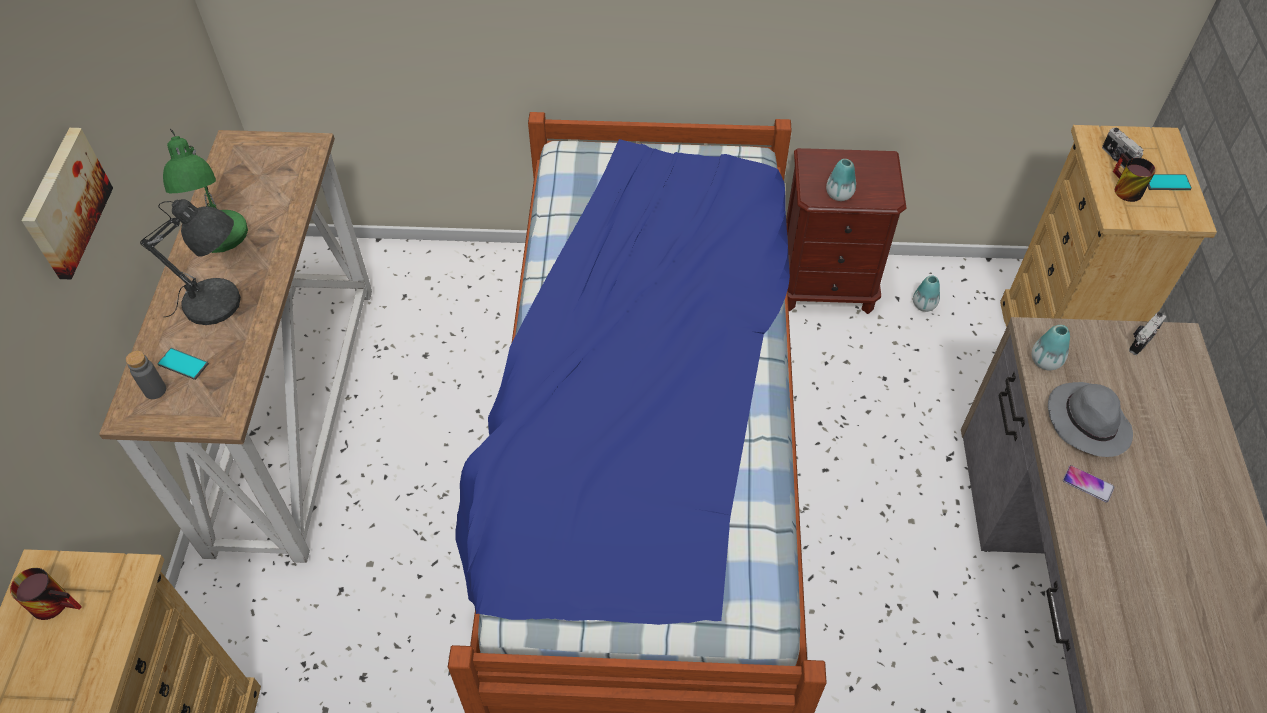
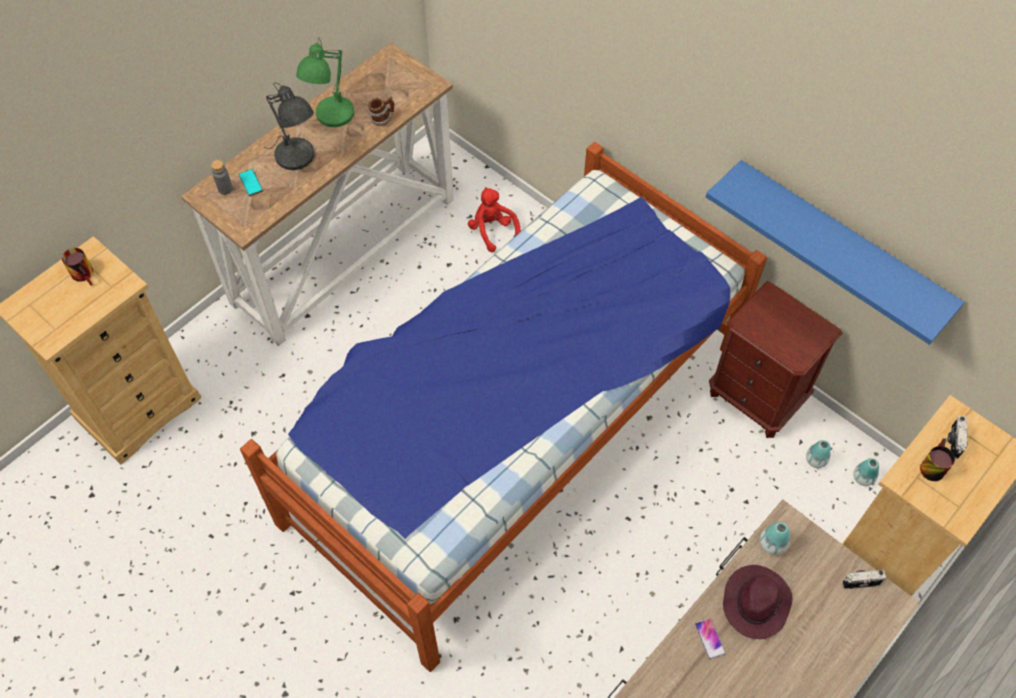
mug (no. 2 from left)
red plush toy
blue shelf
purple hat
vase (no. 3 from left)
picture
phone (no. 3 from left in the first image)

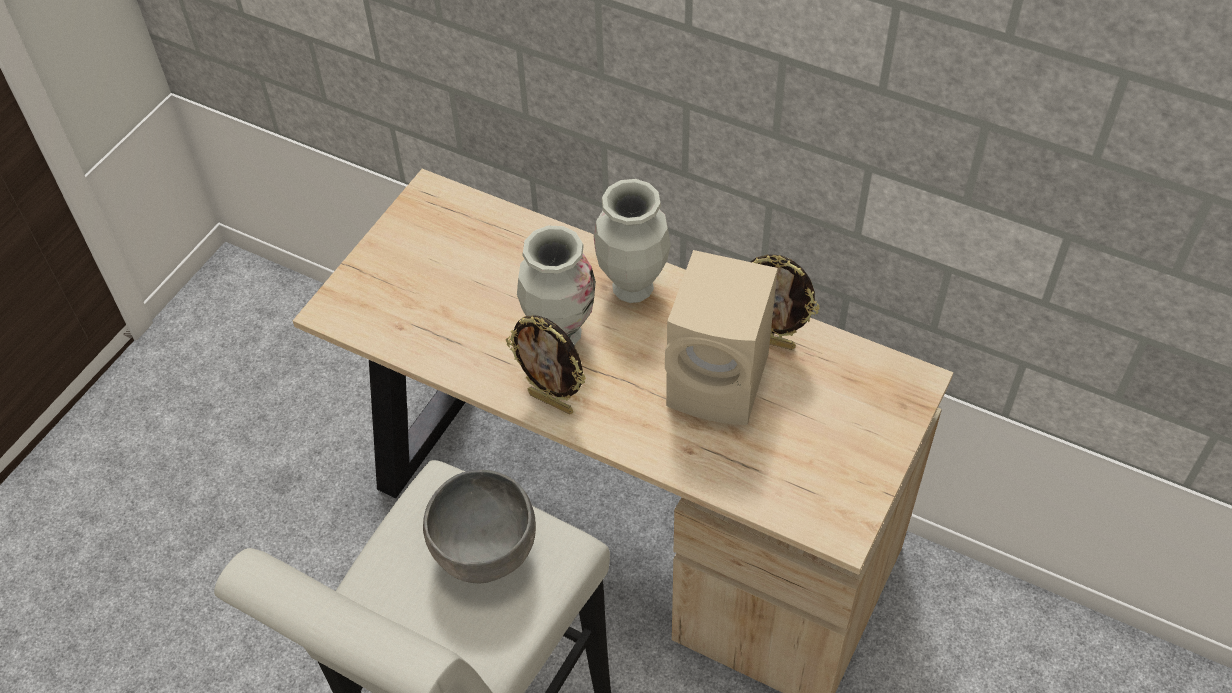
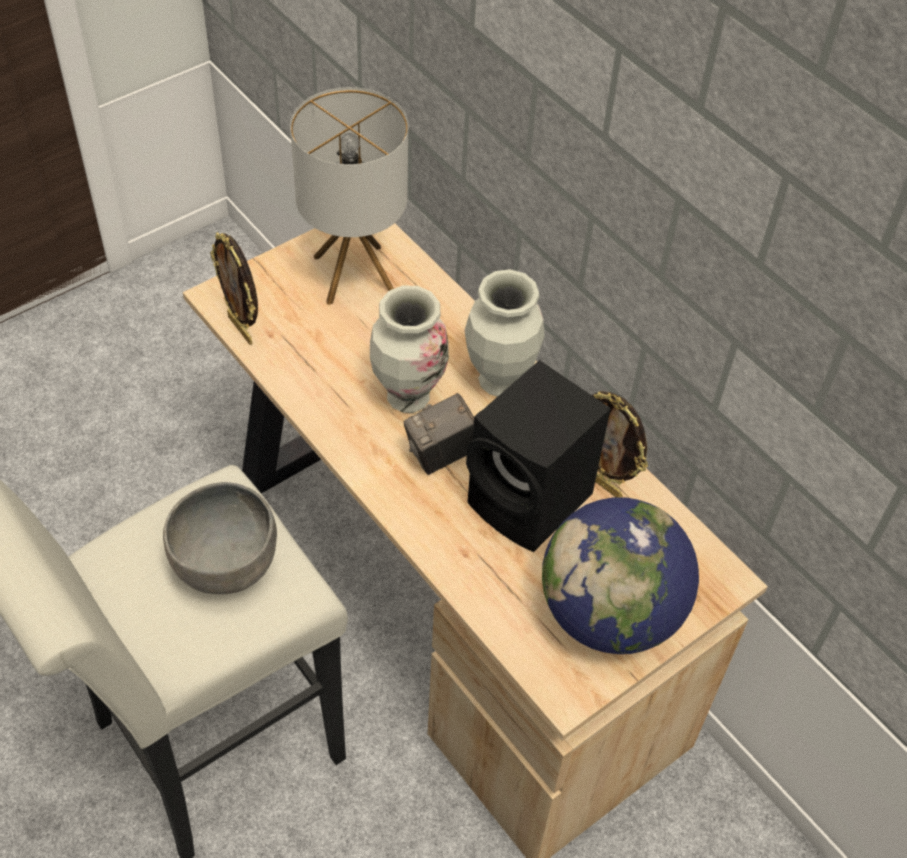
picture frame (no. 1 from left)
table lamp
photo camera
black speaker
globe

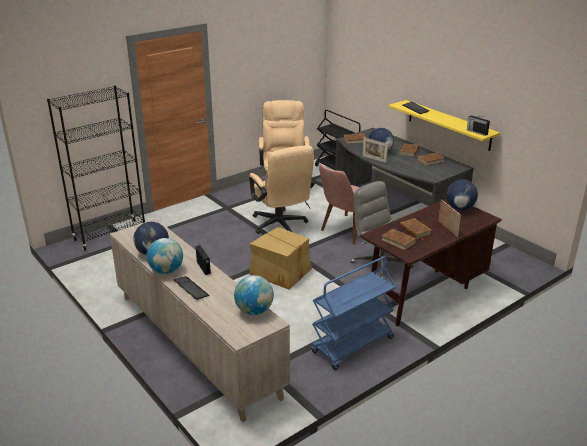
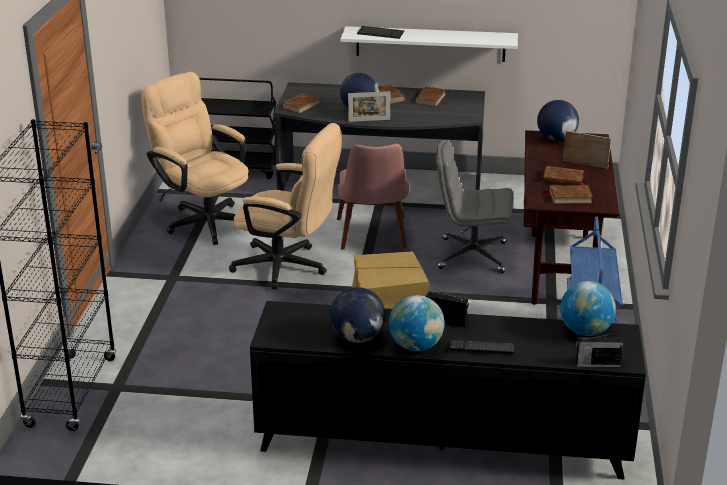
black cabinet
white shelf
radio (no. 2 from left)

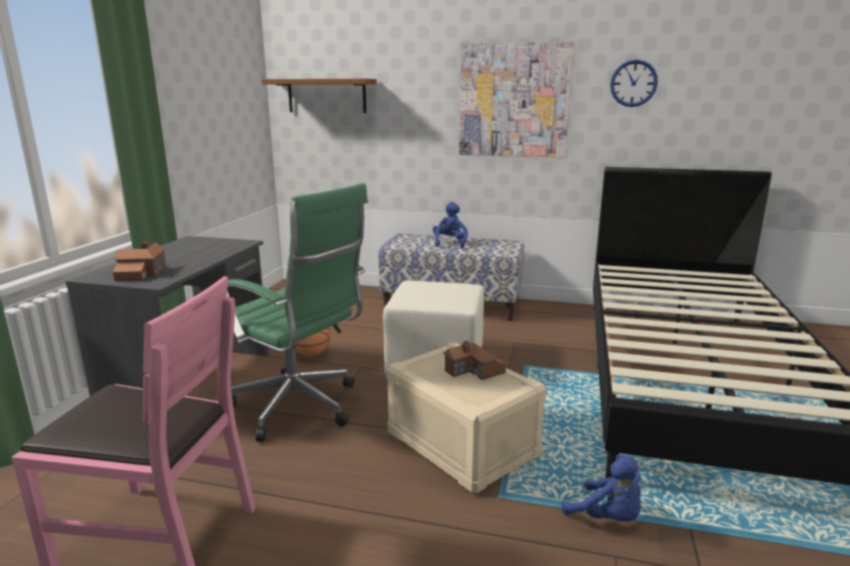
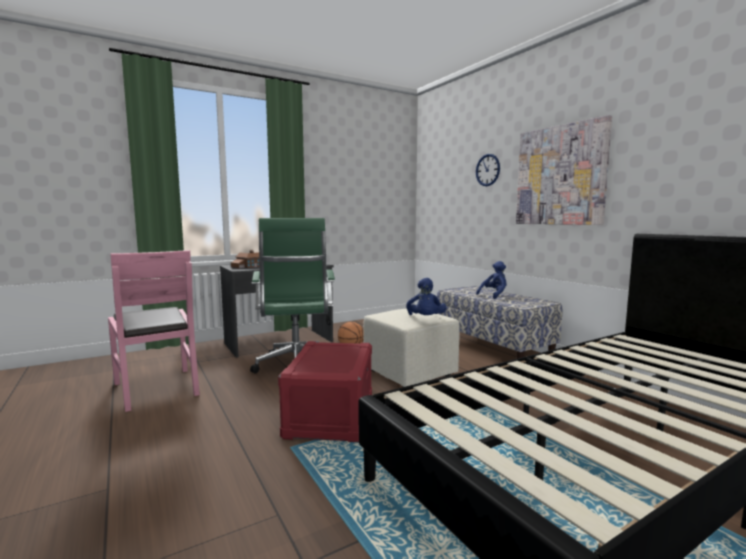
red storage box
blue plush toy (no. 1 from left)
wall clock
brown shelf
toy house (no. 2 from left in the first image)

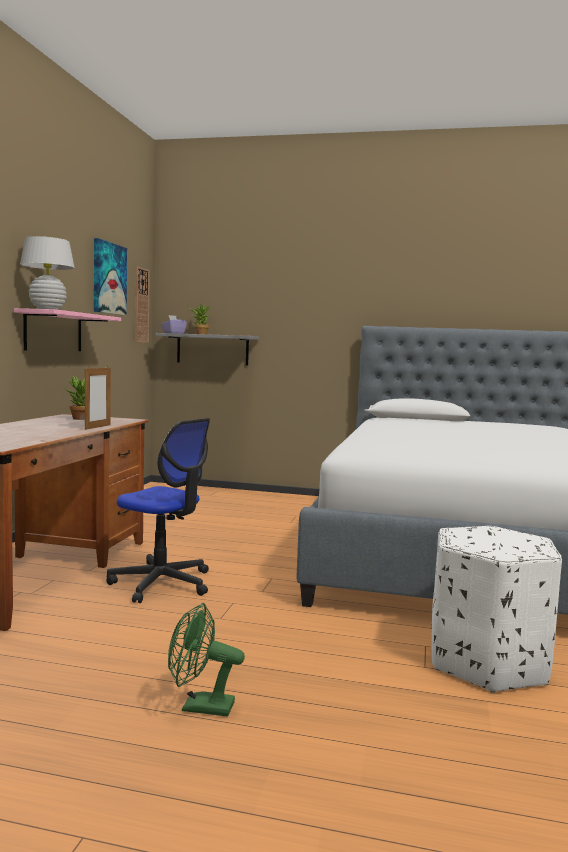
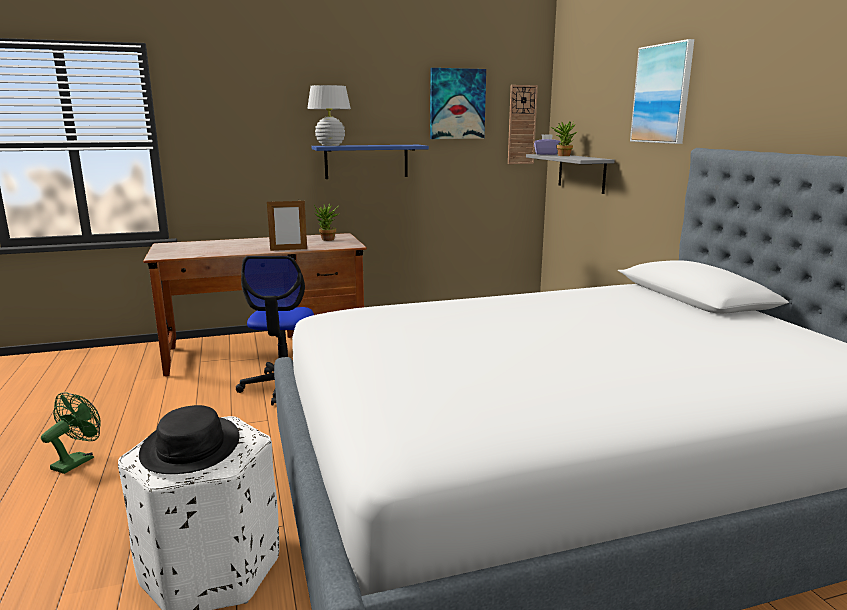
green fan
black hat
blue shelf
picture (no. 2 from left)

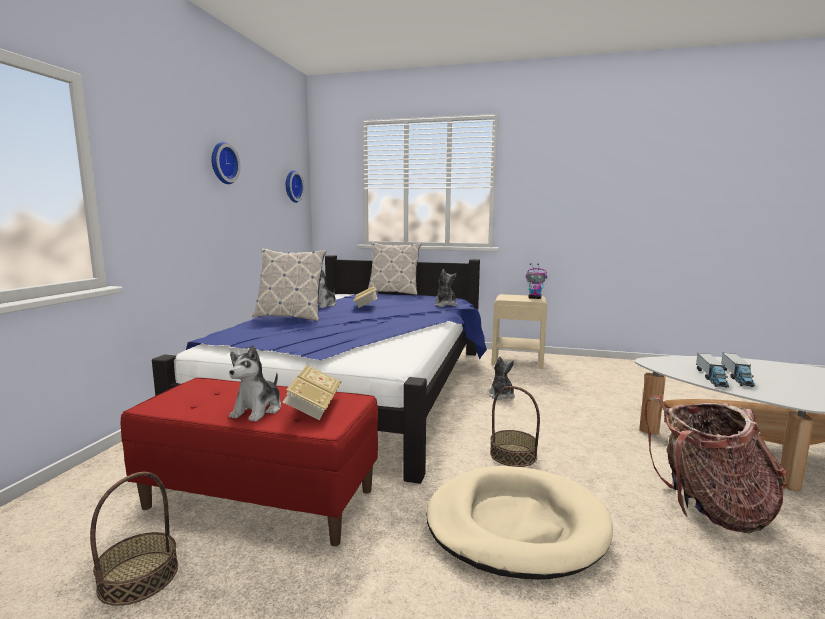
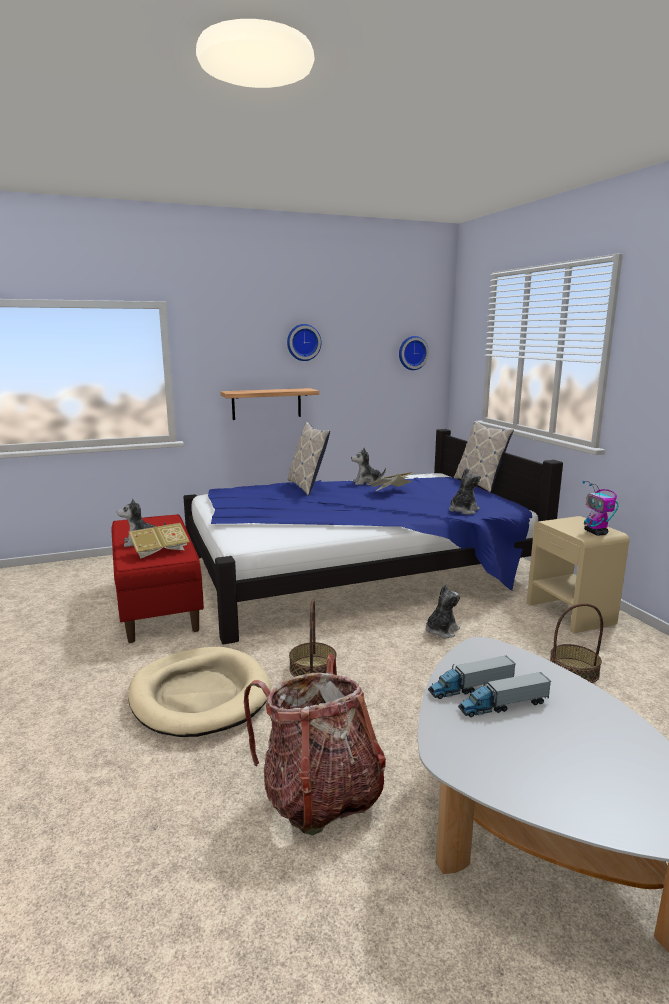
shelf
basket (no. 2 from left)

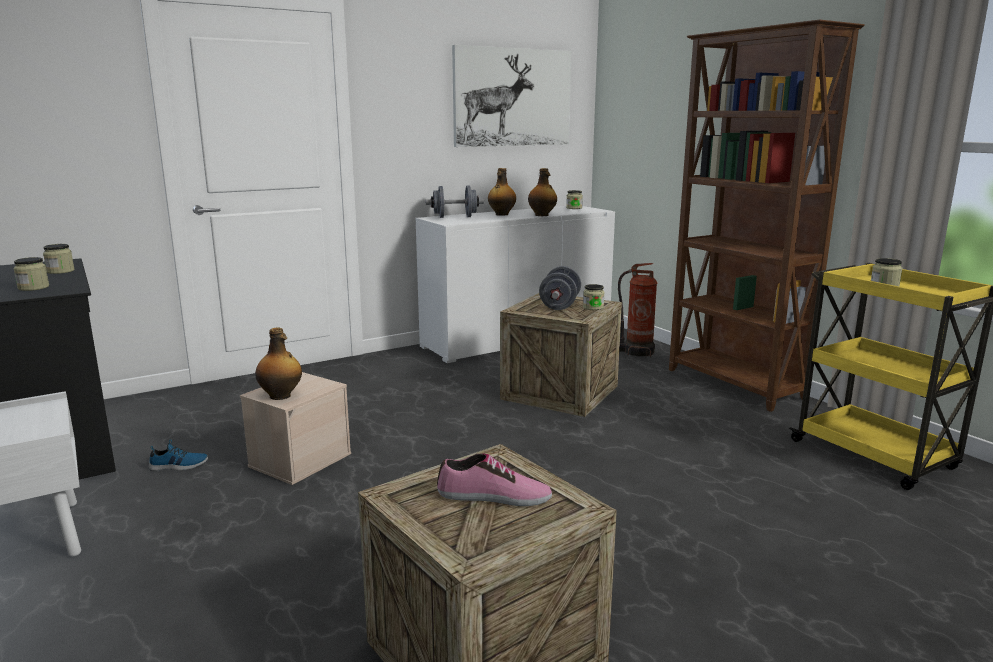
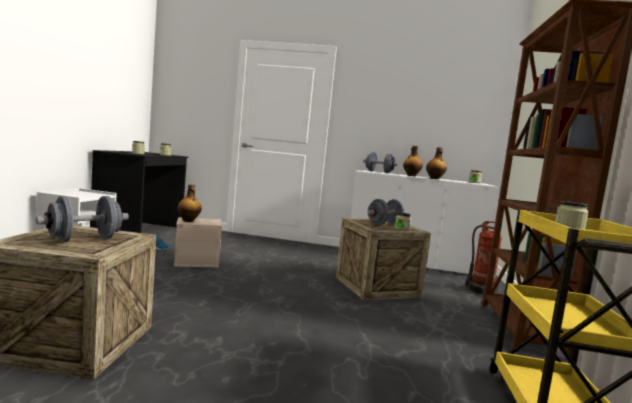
grey dumbbell (no. 1 from left)
picture

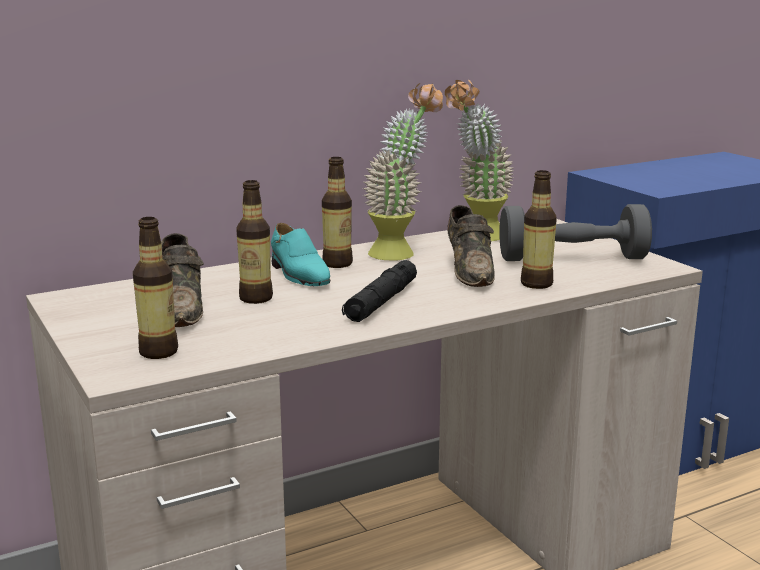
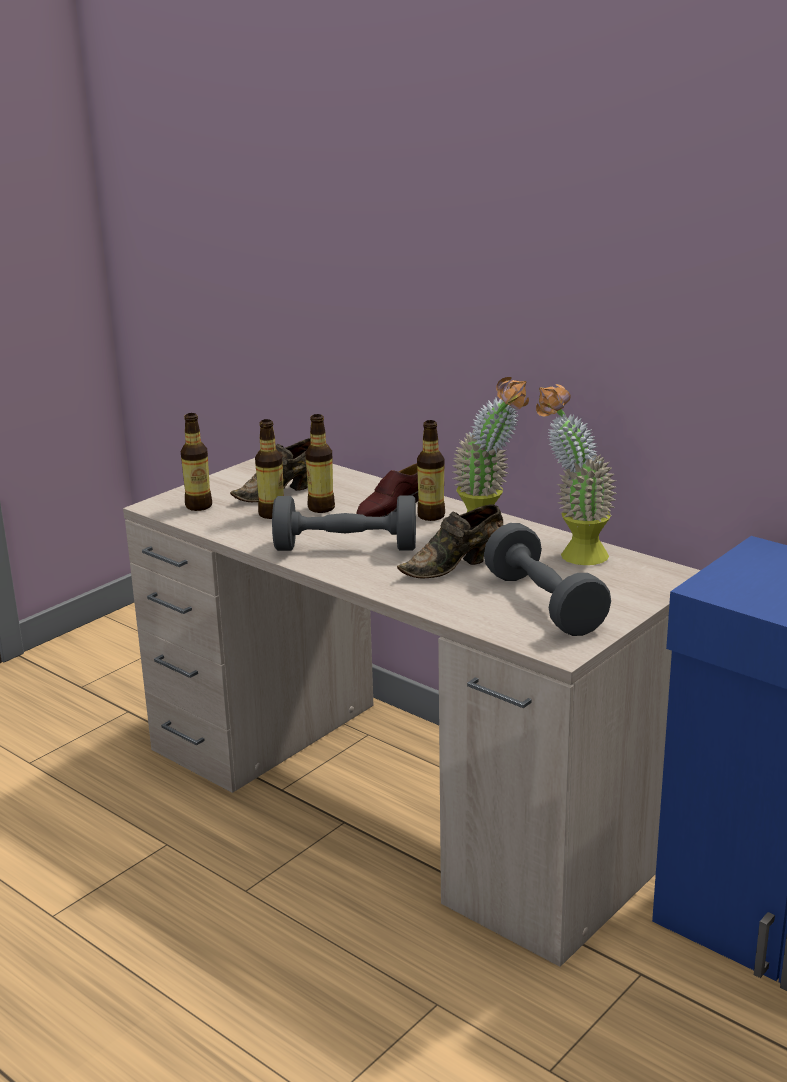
bottle (no. 2 from left)
grey dumbbell (no. 1 from left)
brown shoe (no. 2 from left)

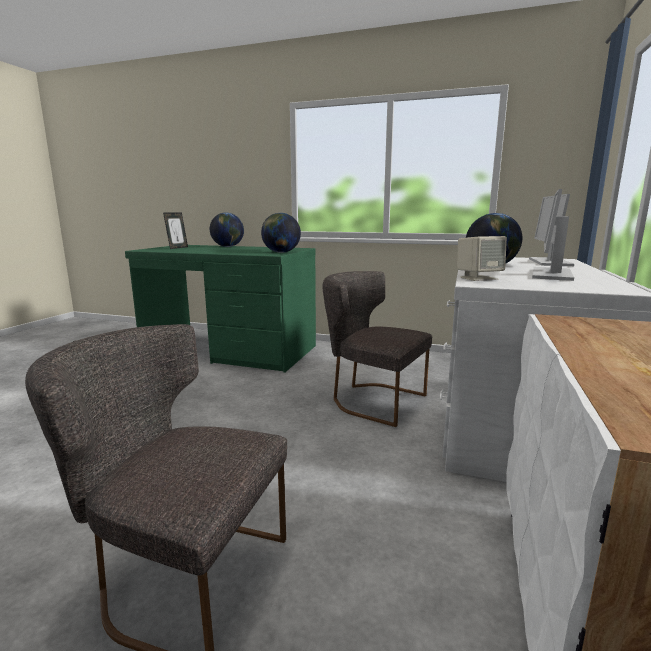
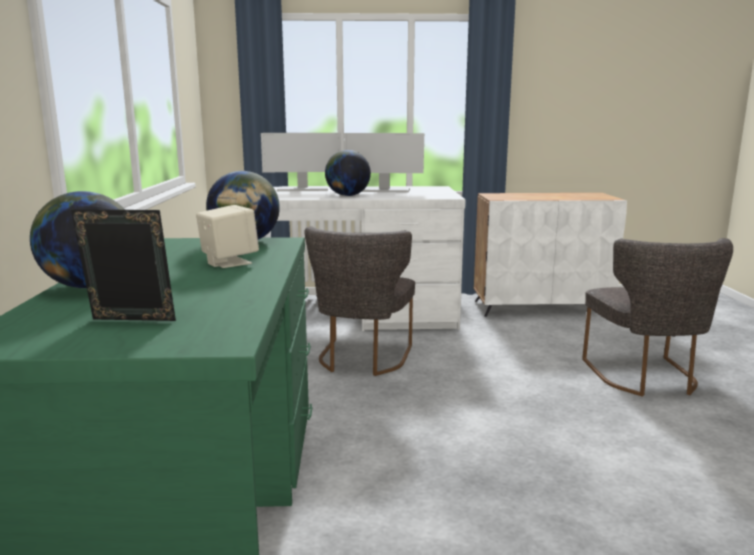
beige speaker

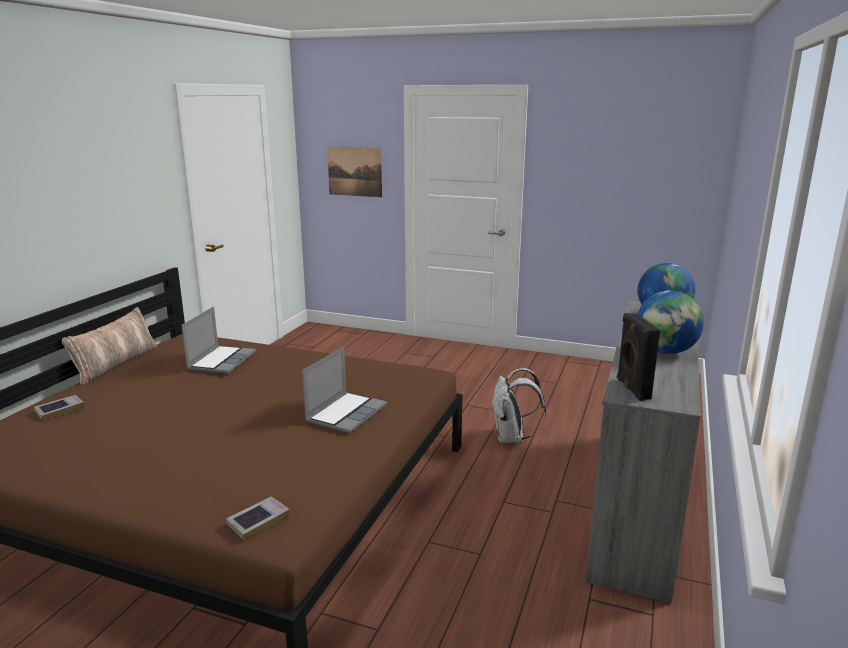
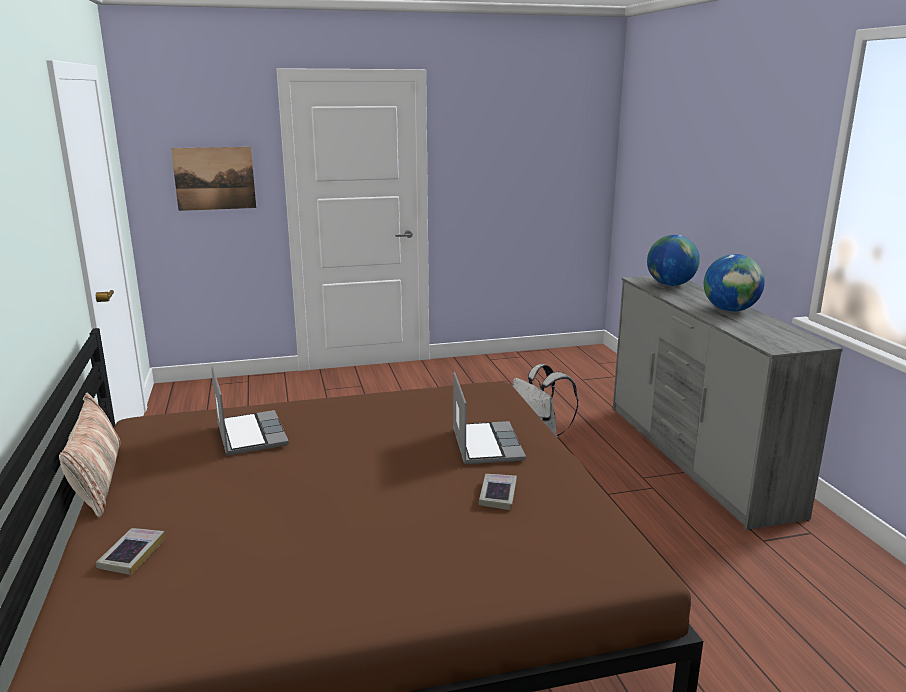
book (no. 2 from left)
black speaker

